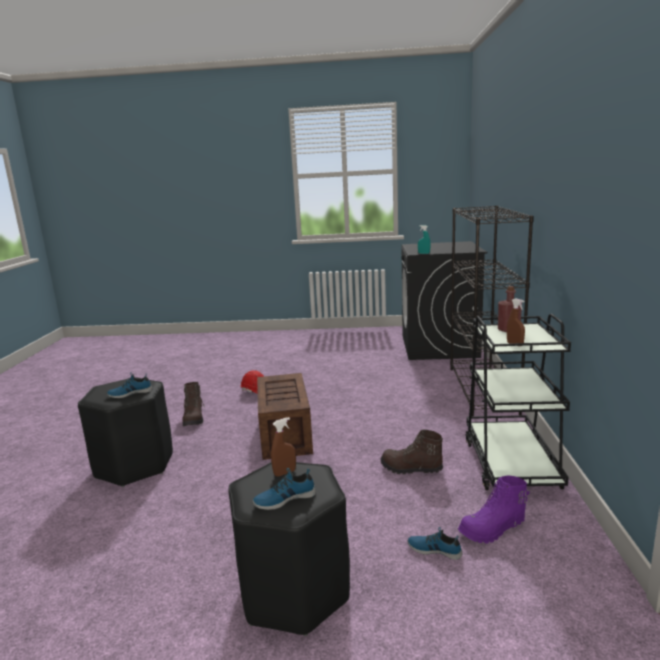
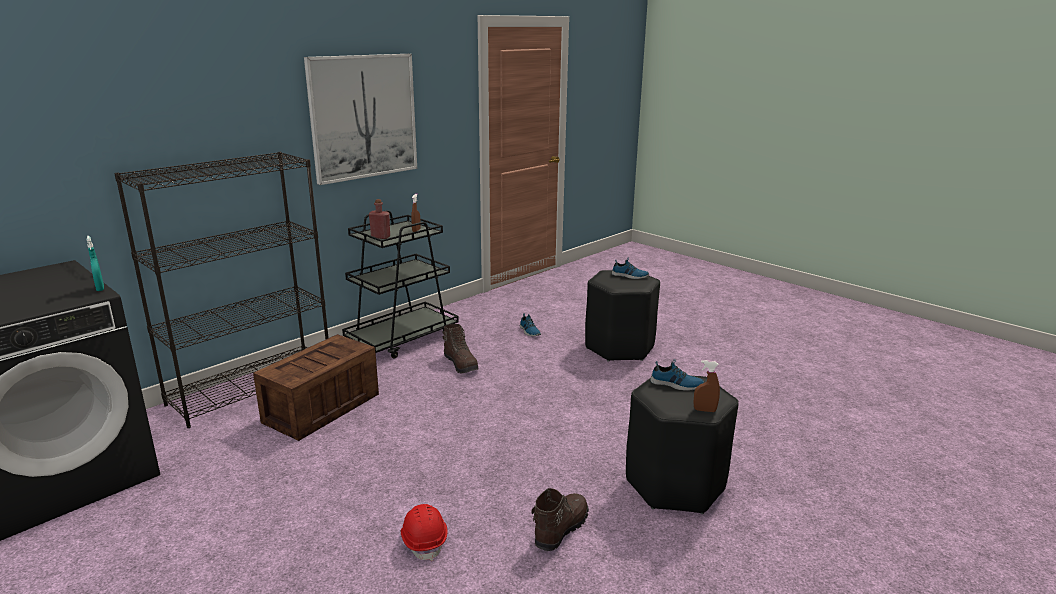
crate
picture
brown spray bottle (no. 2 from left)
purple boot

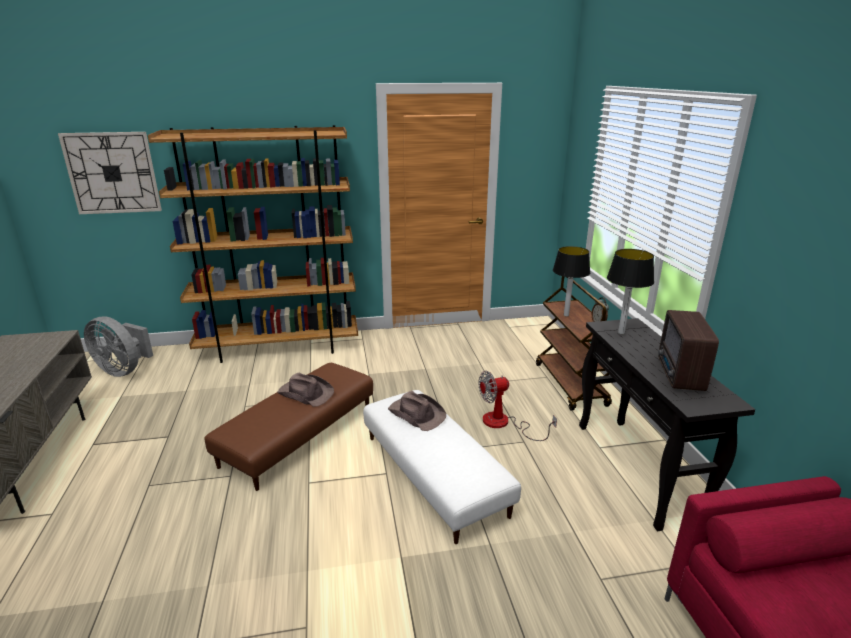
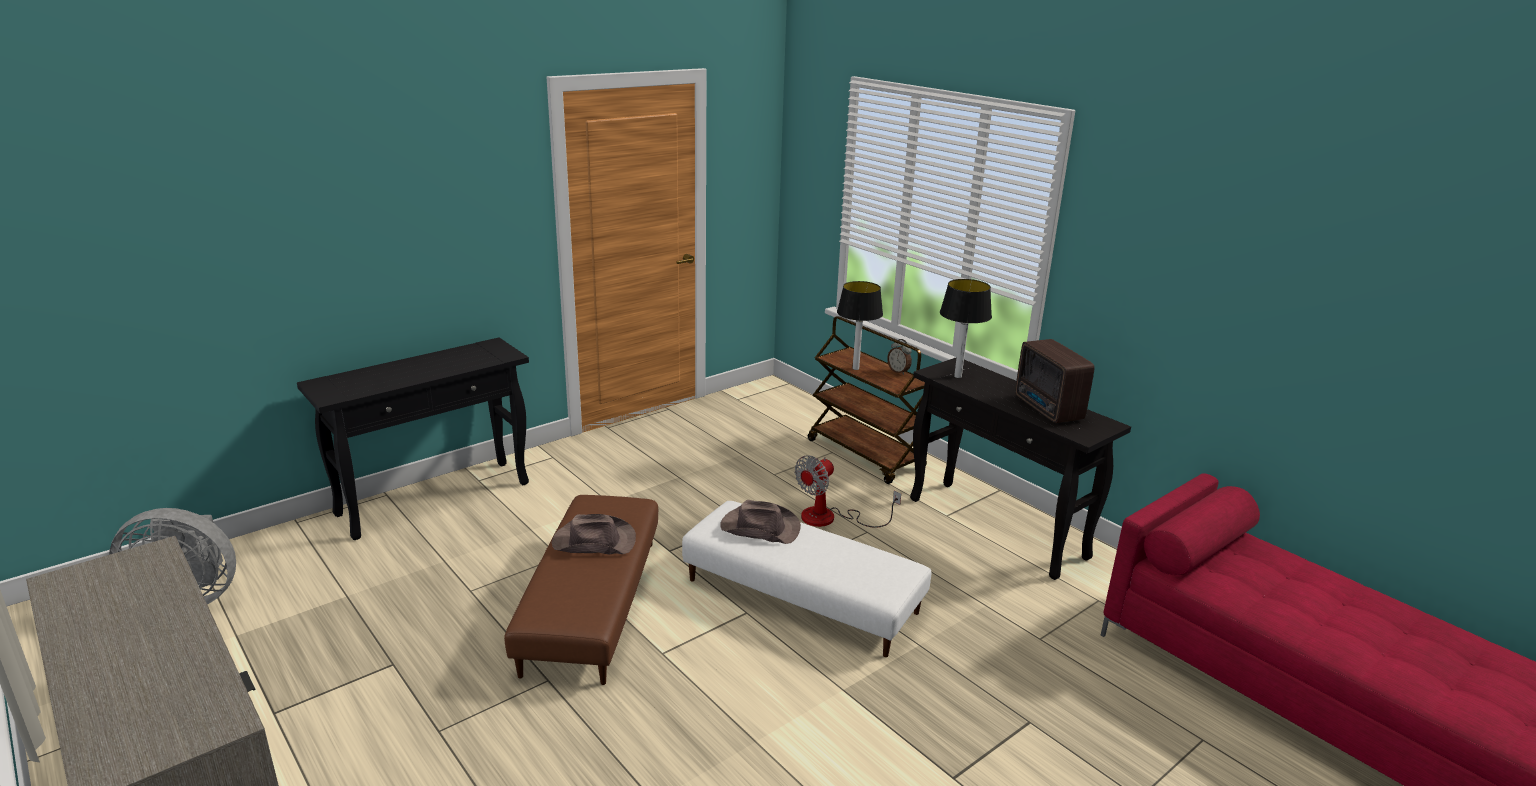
black console table (no. 1 from left)
wall clock

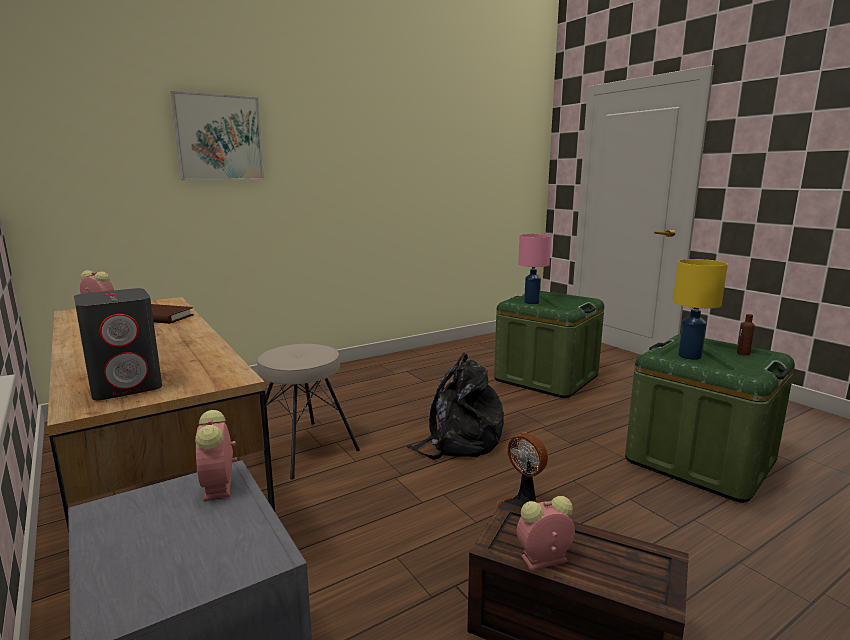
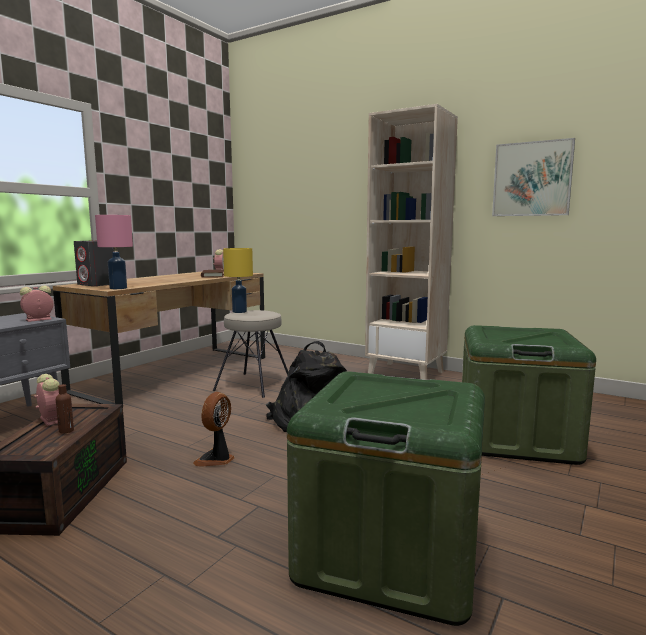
brown bottle
pink table lamp
yellow table lamp
beige bookcase
picture

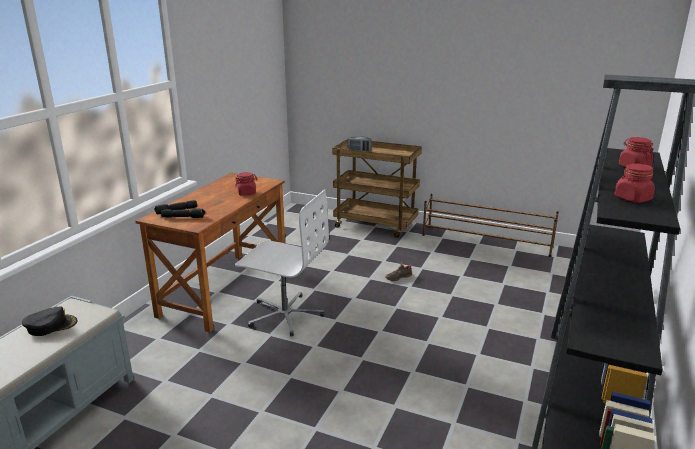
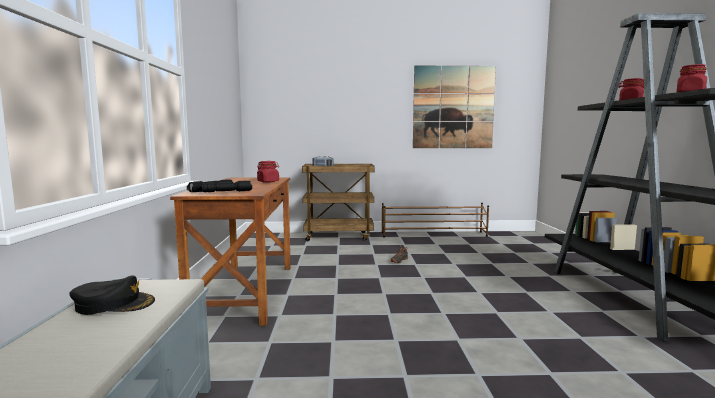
black cap
picture
white office chair

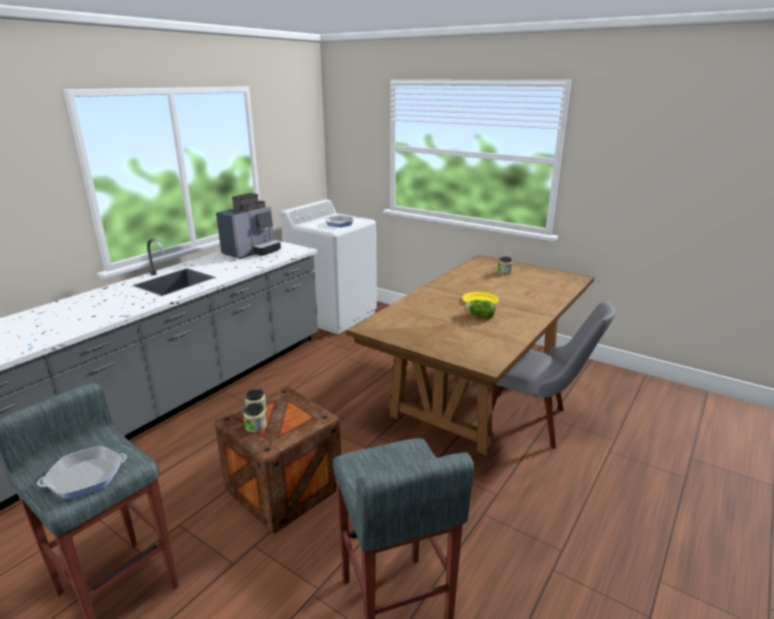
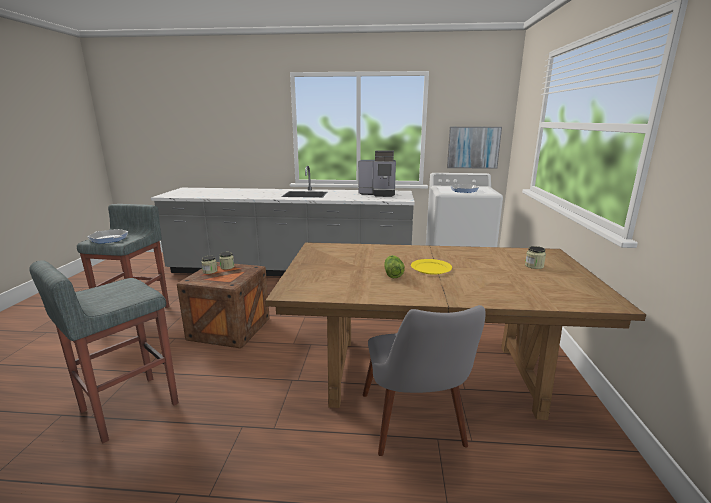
picture

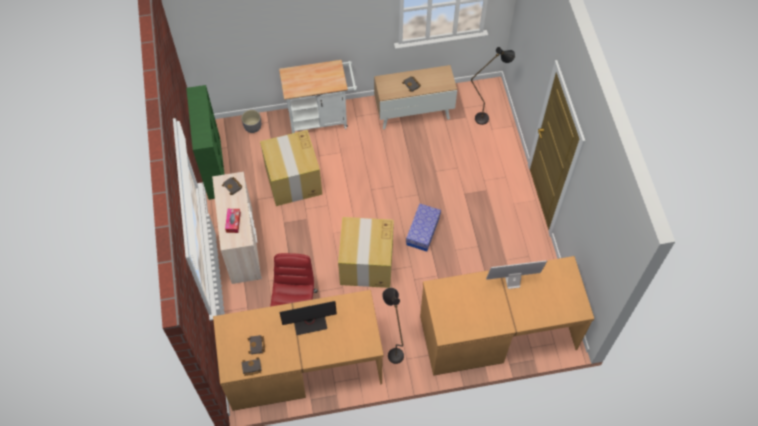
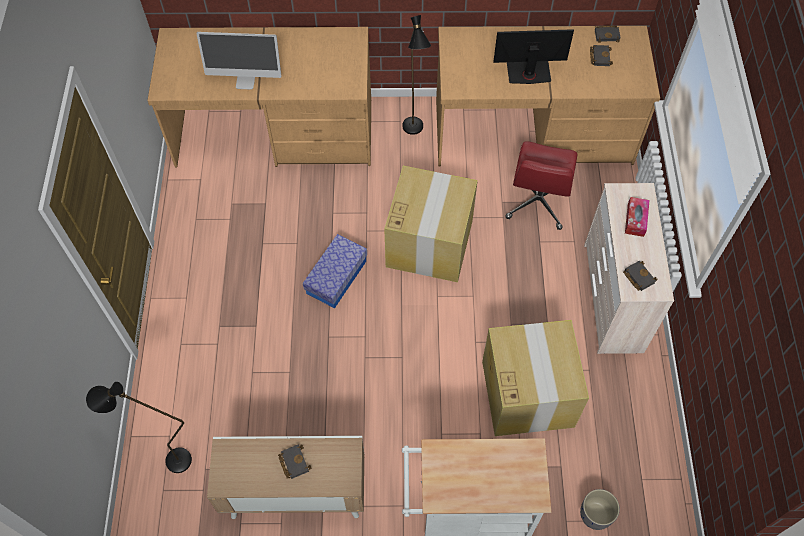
green bookcase

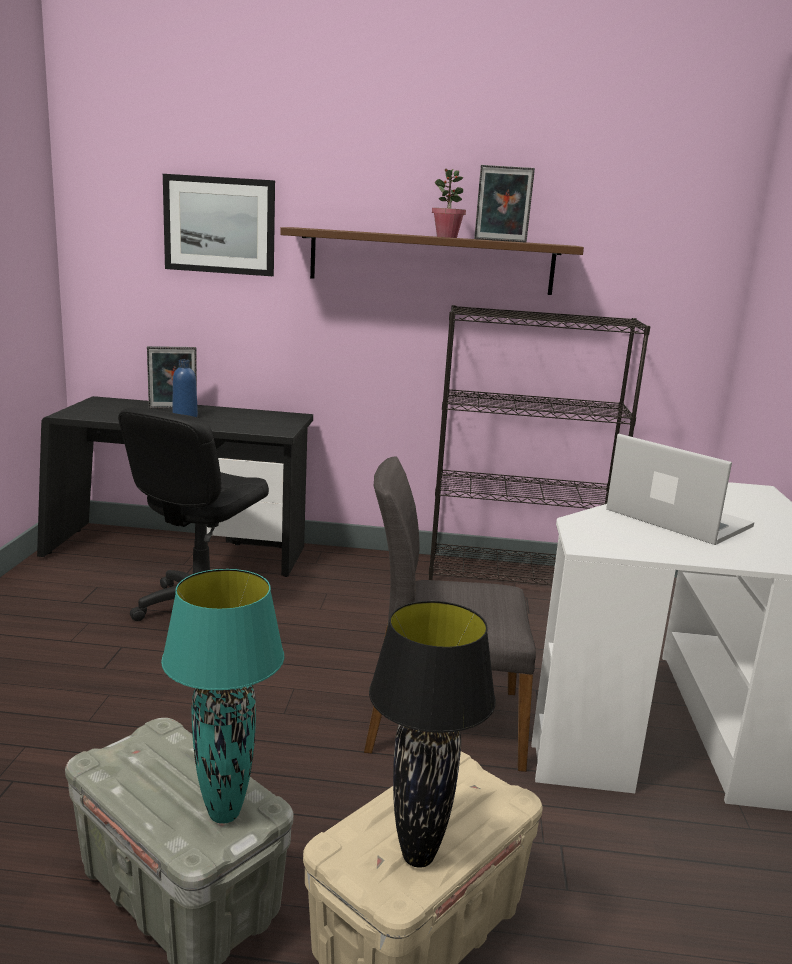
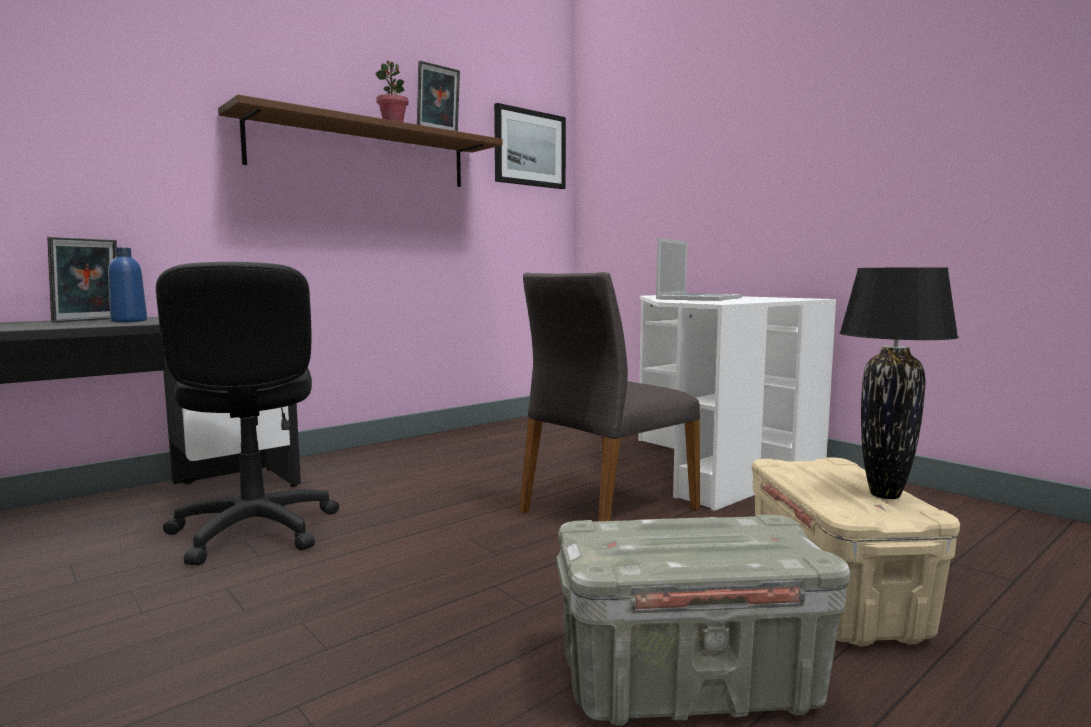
picture
laptop
turquoise table lamp
black bookcase

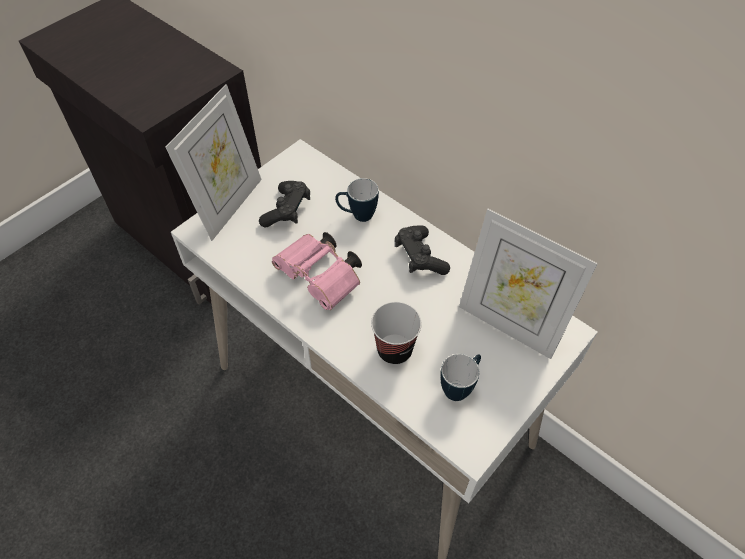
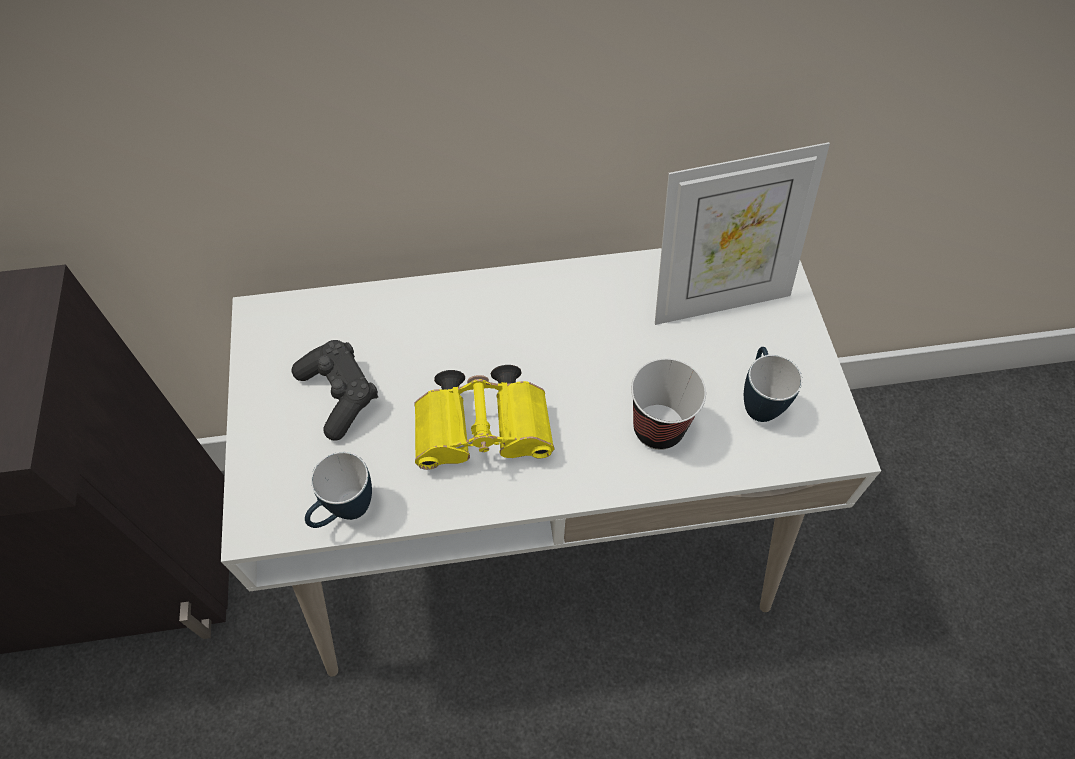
mug (no. 1 from left)
yellow binoculars
picture frame (no. 1 from left in the first image)
black game controller (no. 2 from left in the first image)

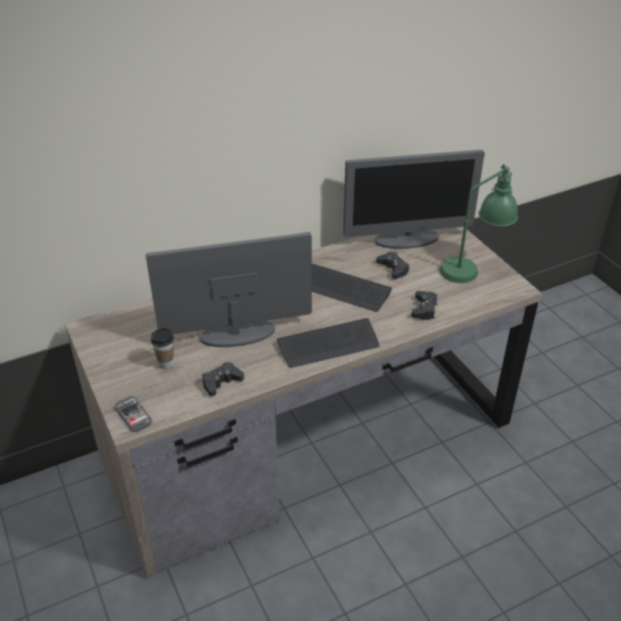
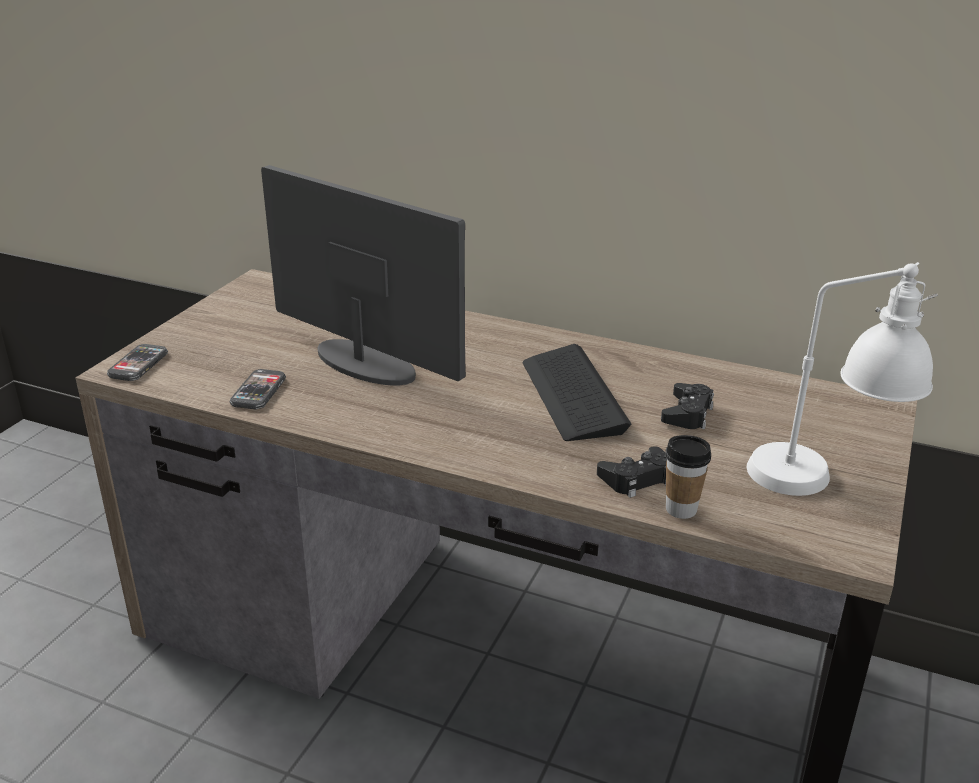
phone (no. 2 from left)
cup
white table lamp
keyboard (no. 1 from left in the first image)
monitor (no. 2 from left in the first image)

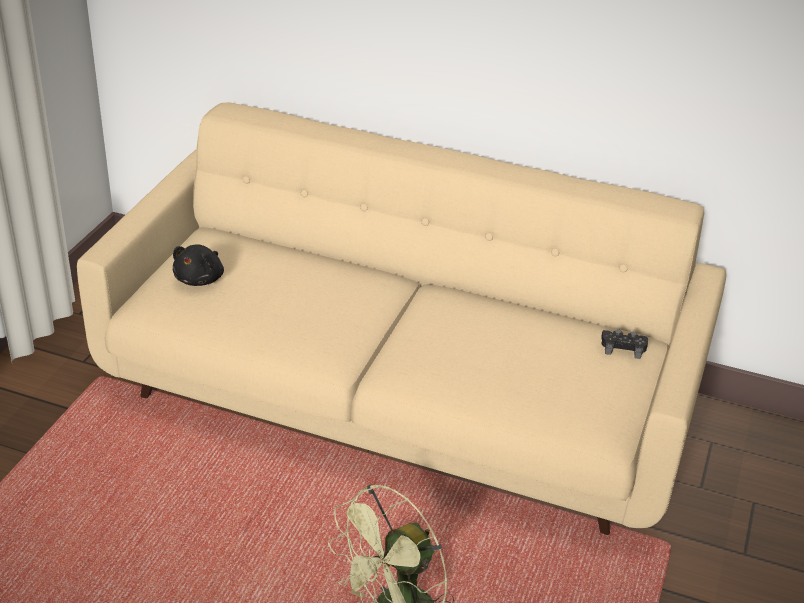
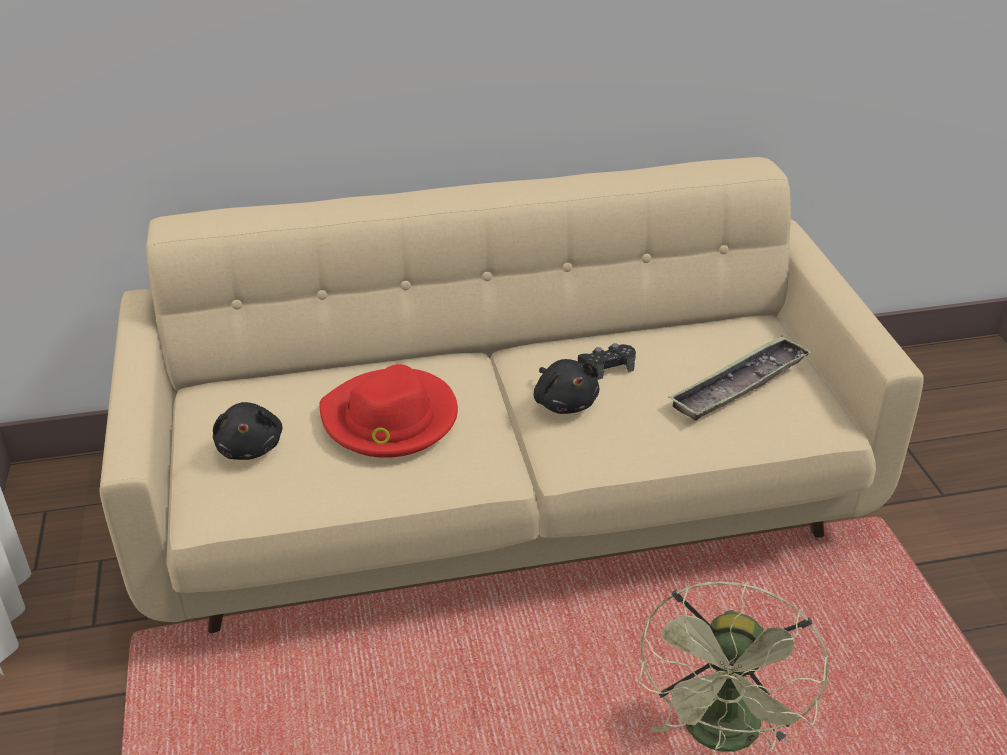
red hat
black plush toy (no. 2 from left)
black game controller
tray

